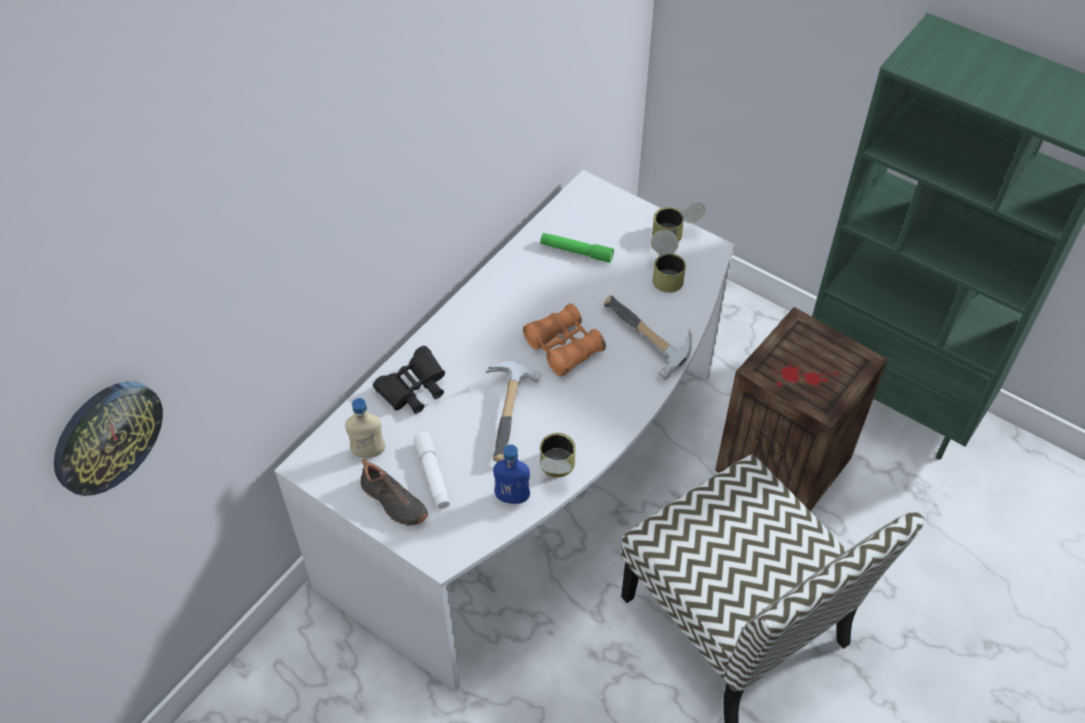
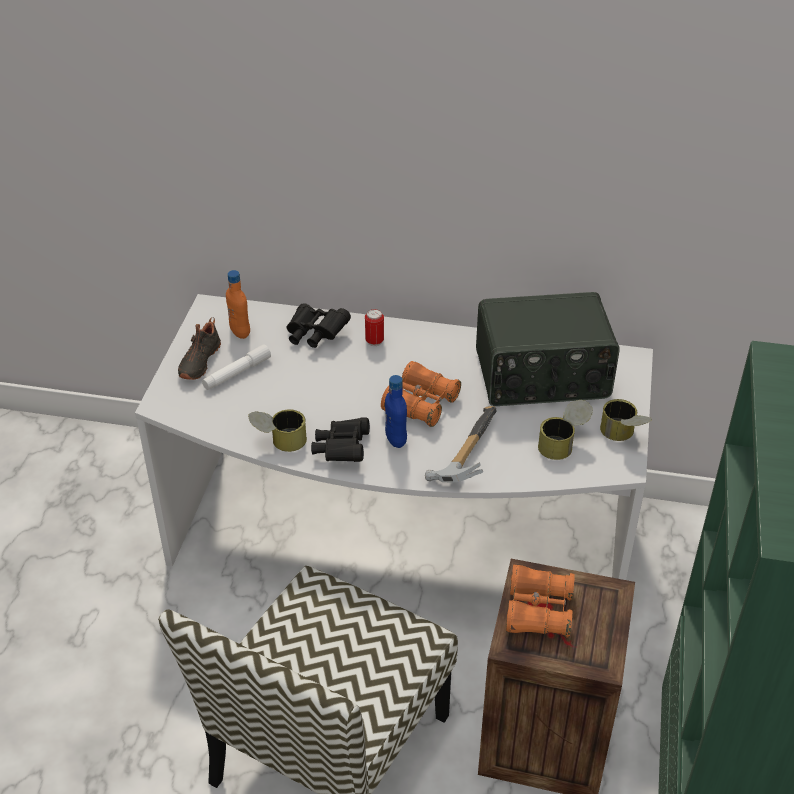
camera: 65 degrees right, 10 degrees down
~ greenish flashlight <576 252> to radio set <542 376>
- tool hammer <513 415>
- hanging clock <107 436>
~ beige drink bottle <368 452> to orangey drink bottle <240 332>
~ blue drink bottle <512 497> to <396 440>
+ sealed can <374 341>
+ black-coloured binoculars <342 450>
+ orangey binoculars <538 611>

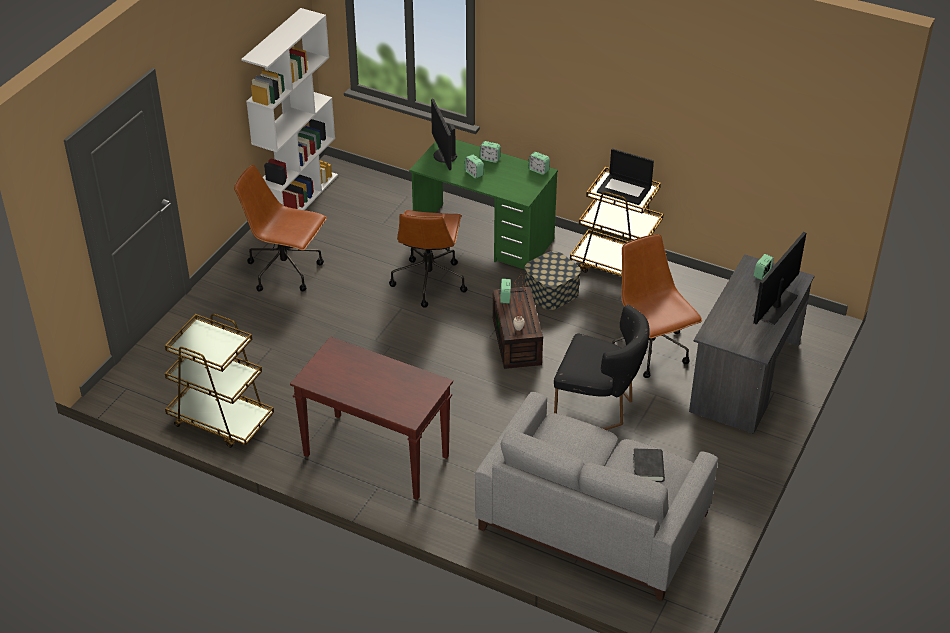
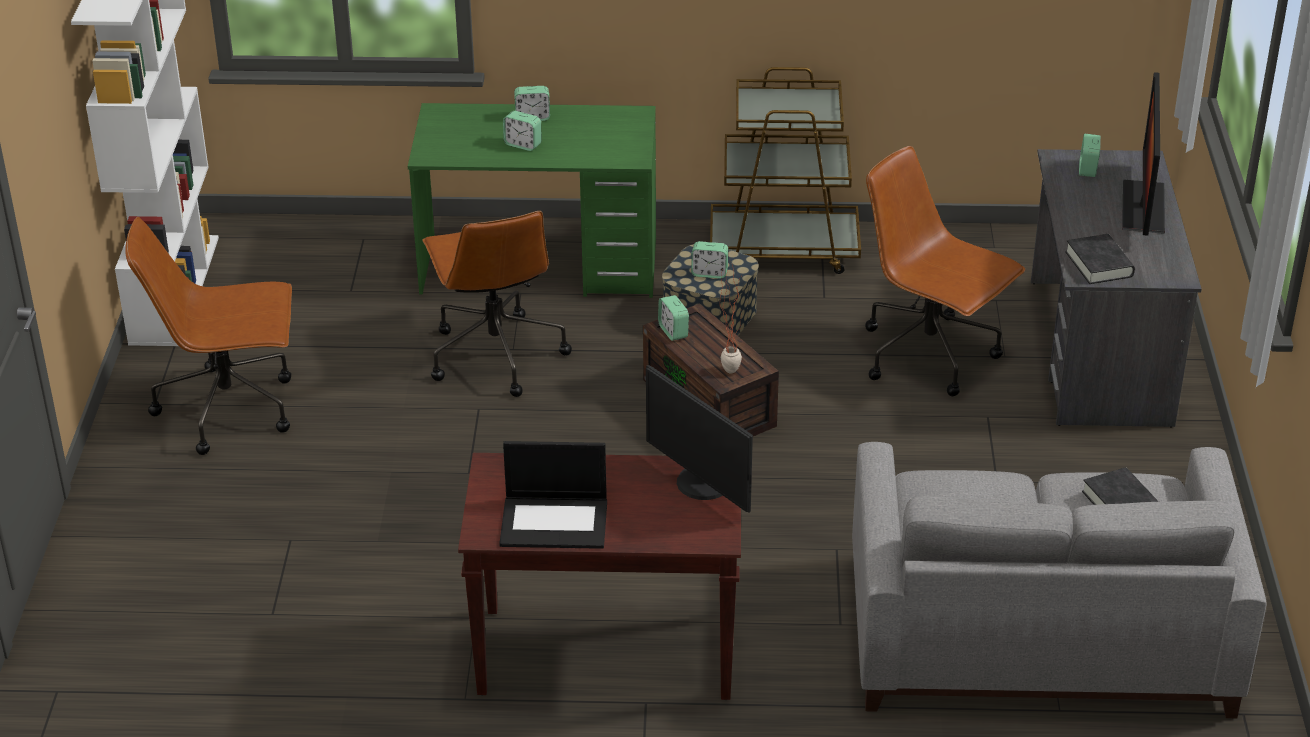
camera: 25 degrees left, 5 degrees down
~ computer screen <444 156> to <701 484>
~ notebook computer <625 189> to <555 522>
~ table clock <538 170> to <709 273>
- black-coloured plain chair <599 406>
- brown-coloured wheeled cart <220 420>
+ black-coloured bound book <1099 264>

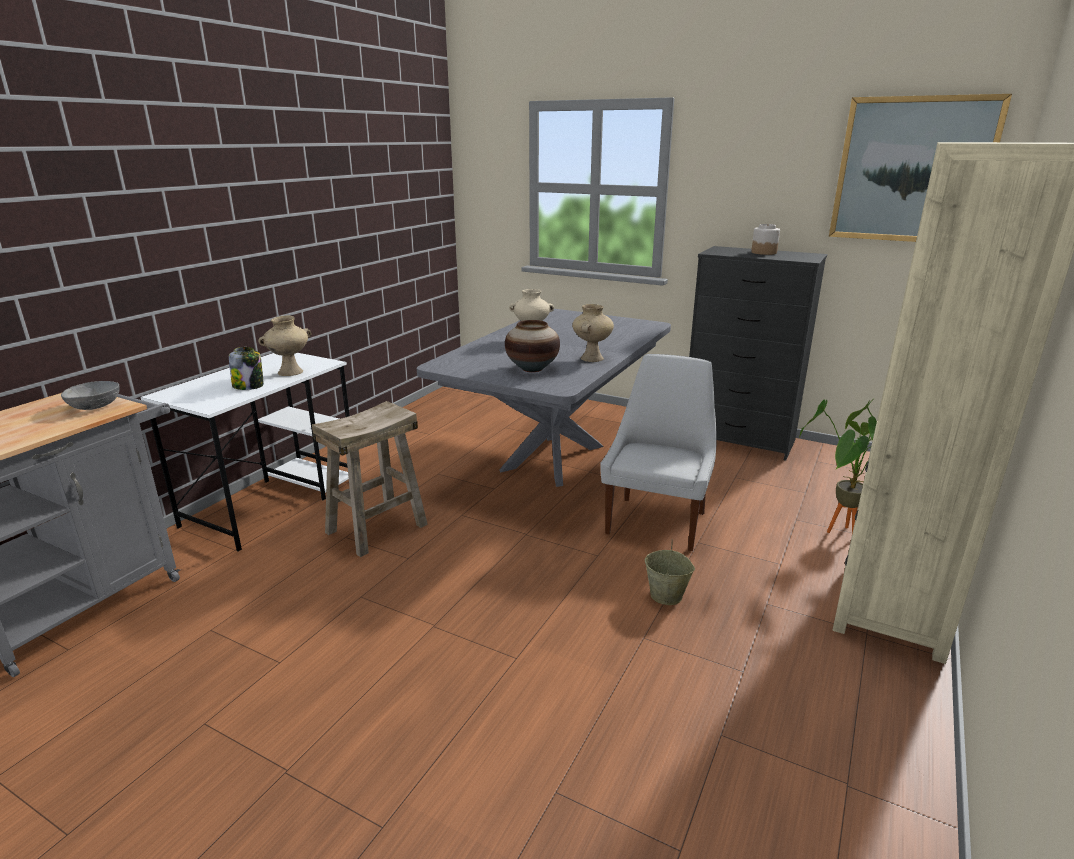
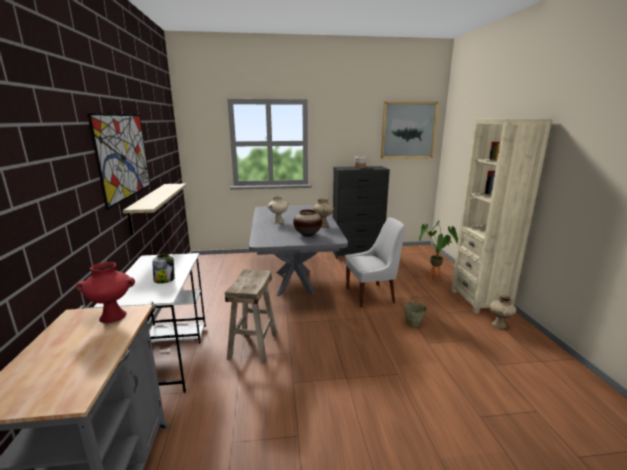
camera: 35 degrees left, 5 degrees down
~ beige flower vase <290 372> to <499 325>
~ white plain chair <657 521> = <372 295> 90 degrees clockwise
~ gray deep dish <96 406> to red-coloured flower vase <113 316>
+ wall picture <124 156>
+ shelf <148 206>

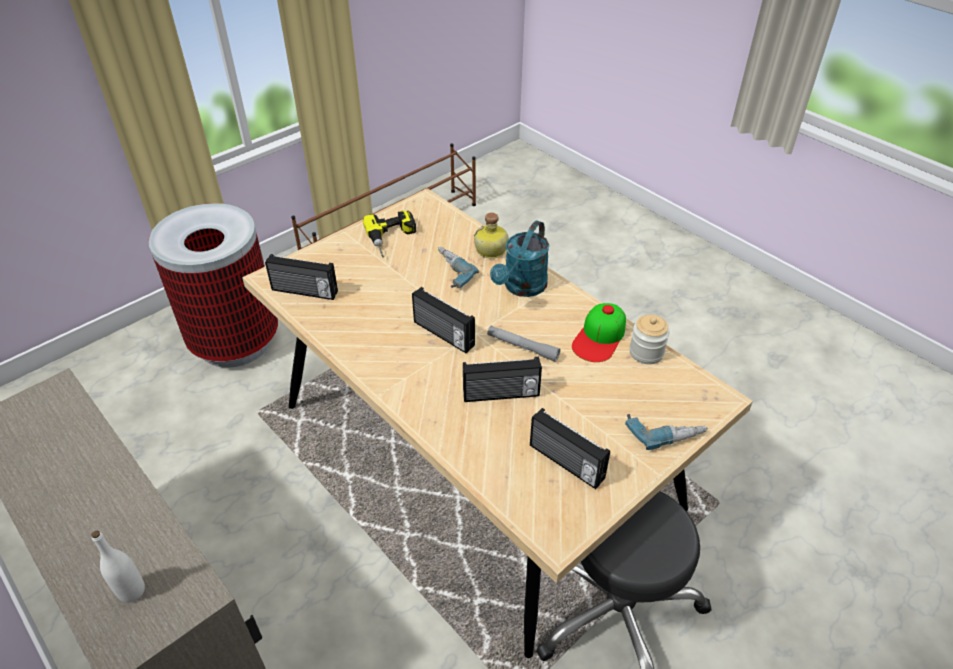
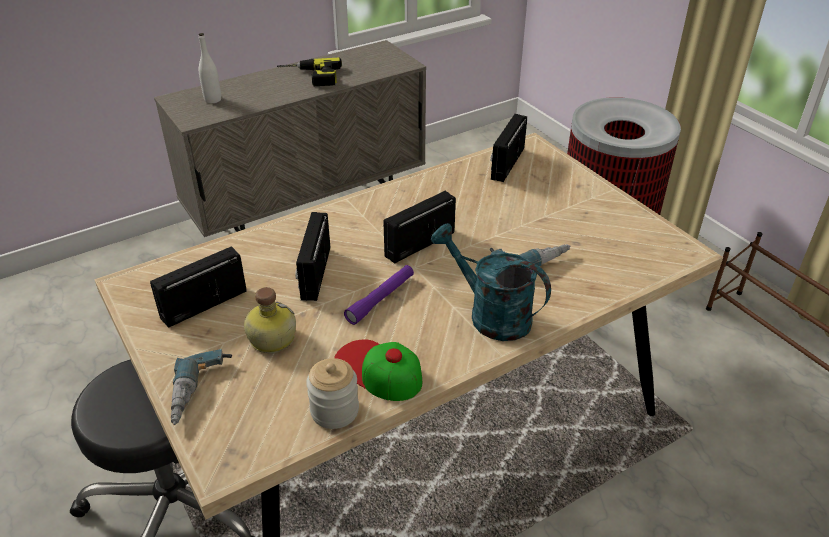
camera: 100 degrees right, 5 degrees down
~ drill <393 239> to <310 77>
~ drink bottle <491 250> to <270 338>
~ gray flashlight <522 347> to purple flashlight <380 299>

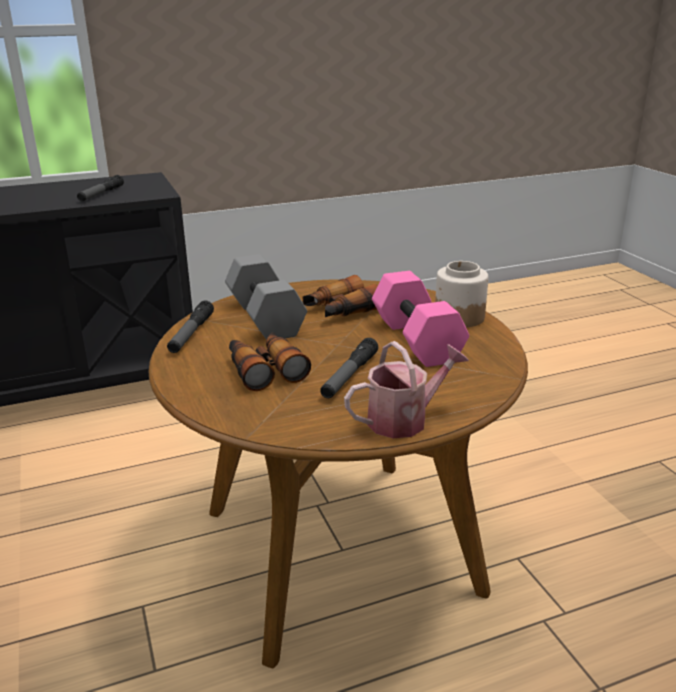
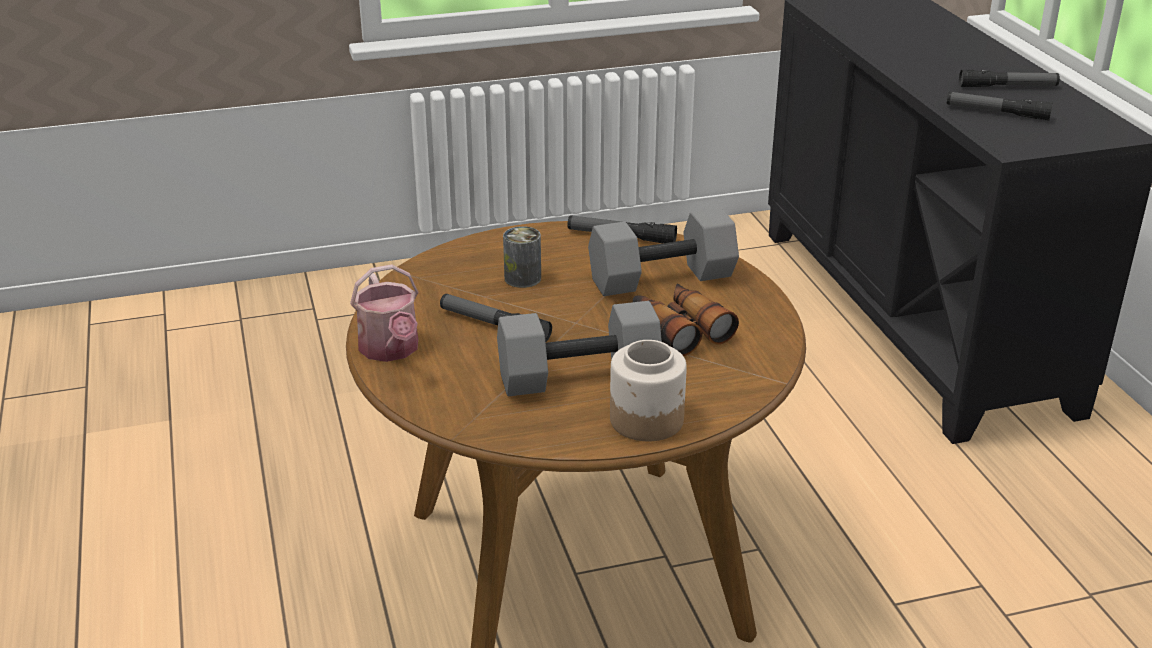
camera: 95 degrees right, 5 degrees up
~ pink dumbbell <418 340> to gray dumbbell <578 378>
~ binoculars <265 369> to sealed can <522 278>
+ flashlight <1008 86>

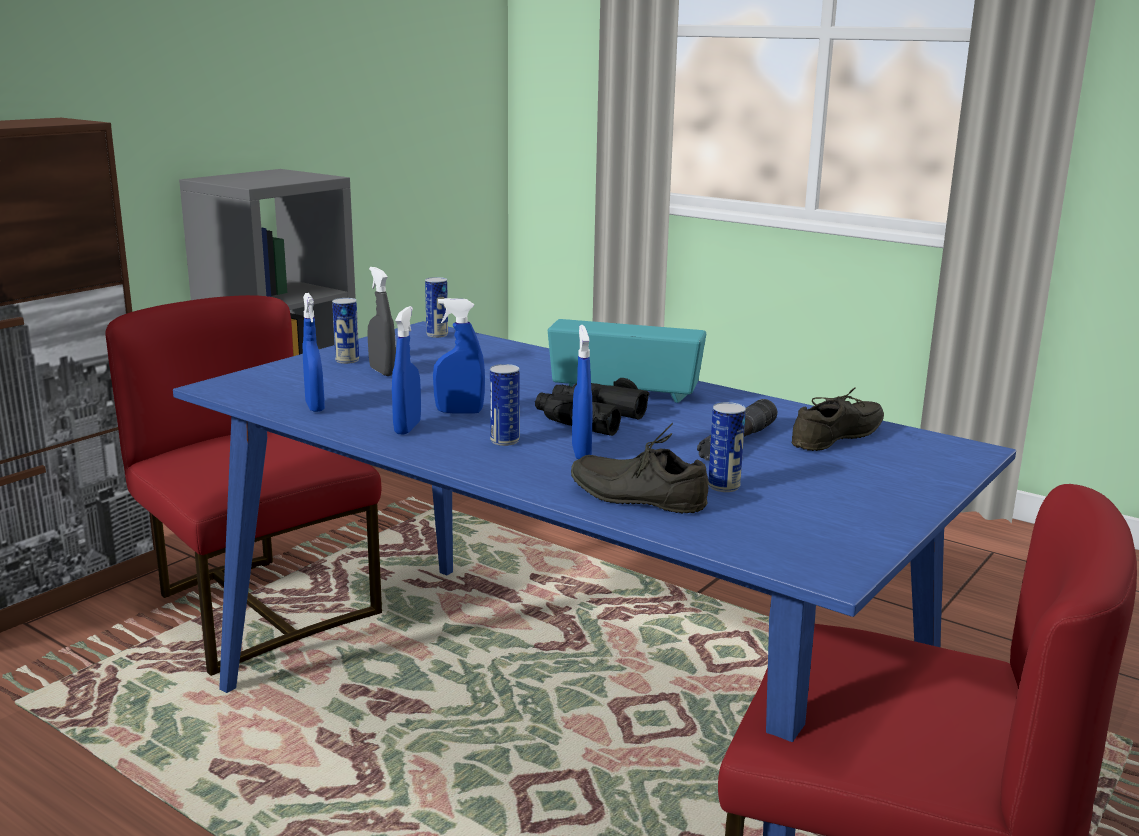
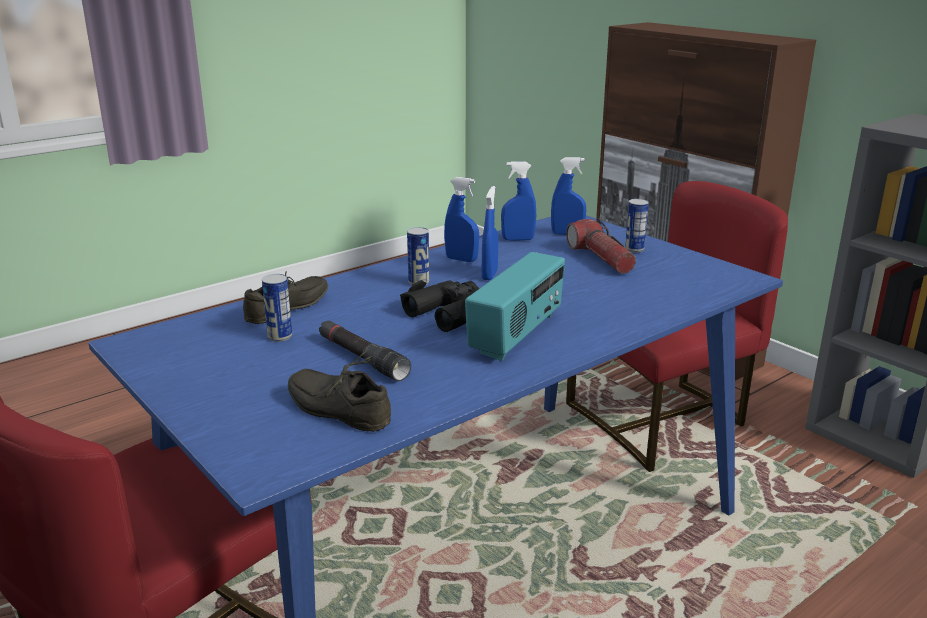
camera: 105 degrees right, 5 degrees up
~ gray sprayer <382 371> to flashlight <600 258>
- sealed can <437 335>
~ blue sprayer <581 453> to <567 234>
~ gray shoe <840 438> = <341 408> 150 degrees clockwise

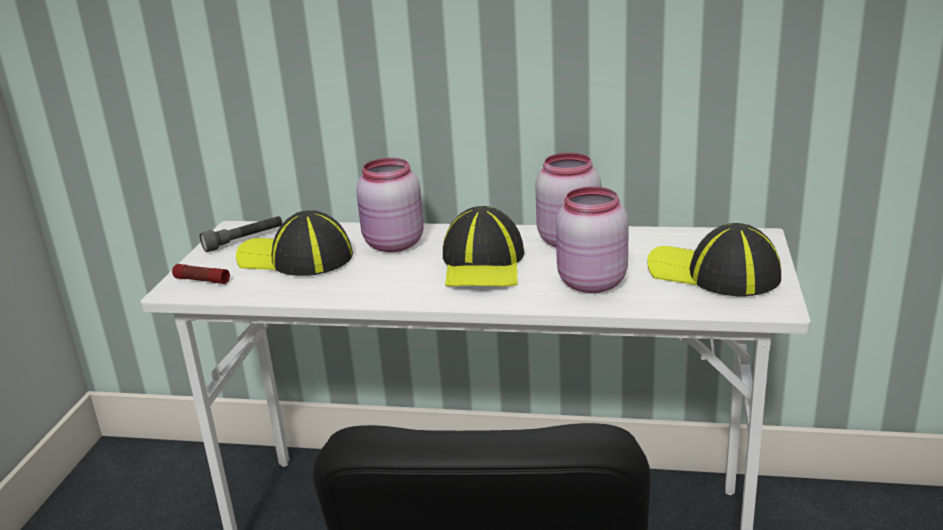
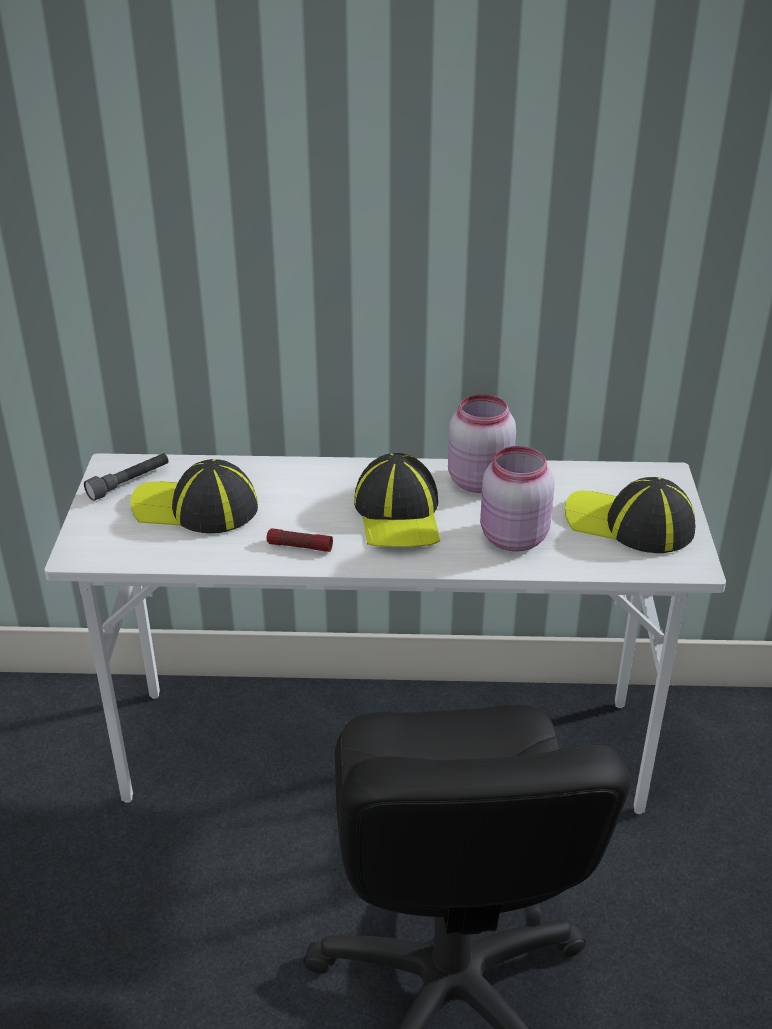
camera: 10 degrees left, 10 degrees up
- pink storage jar <392 244>
~ flashlight <201 281> to <299 546>

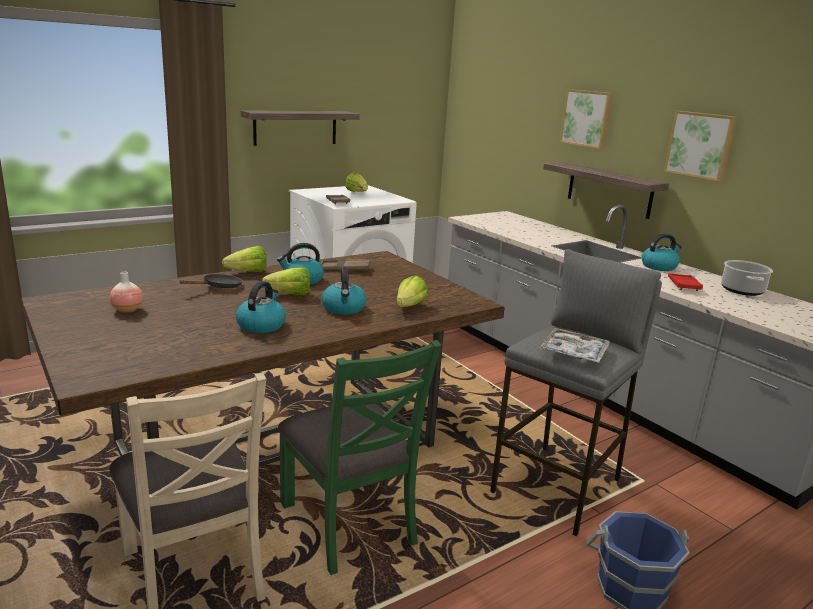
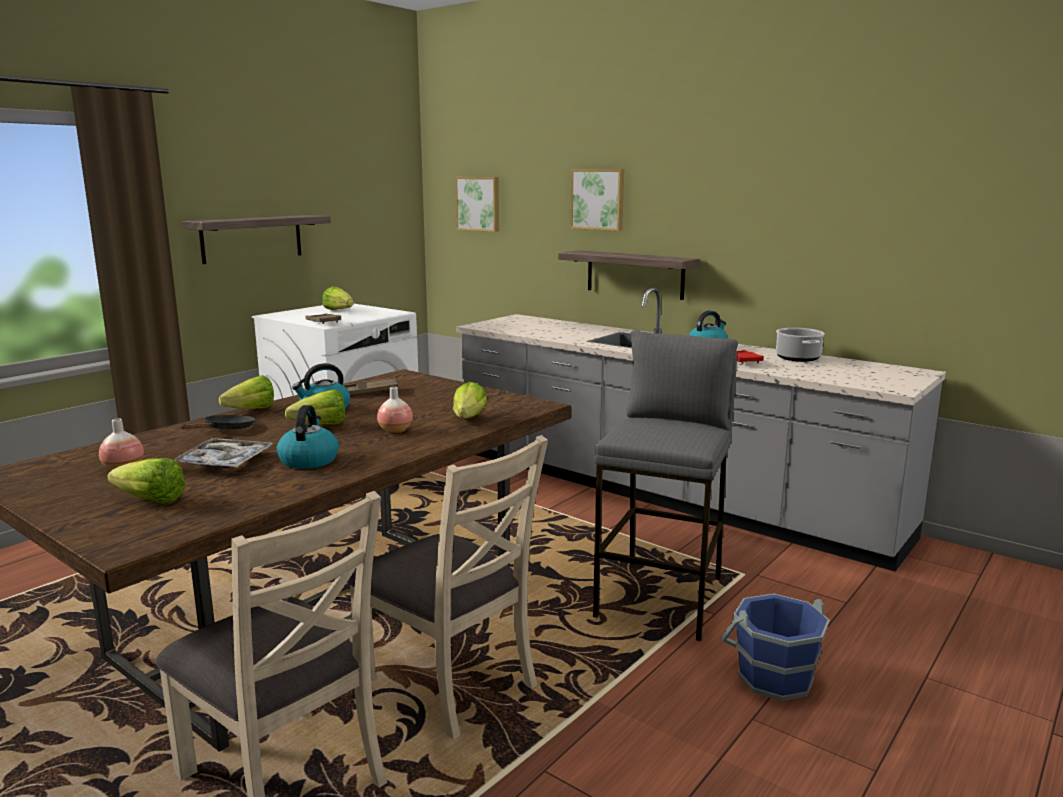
camera: 15 degrees left, 5 degrees down
~ wall picture <700 145> to <479 203>
~ tea kettle <344 309> to flower vase <395 431>
~ carrying tray <574 352> to <225 462>
~ greenish plain chair <349 524> to beige plain chair <450 683>
+ head of lettuce <146 500>

